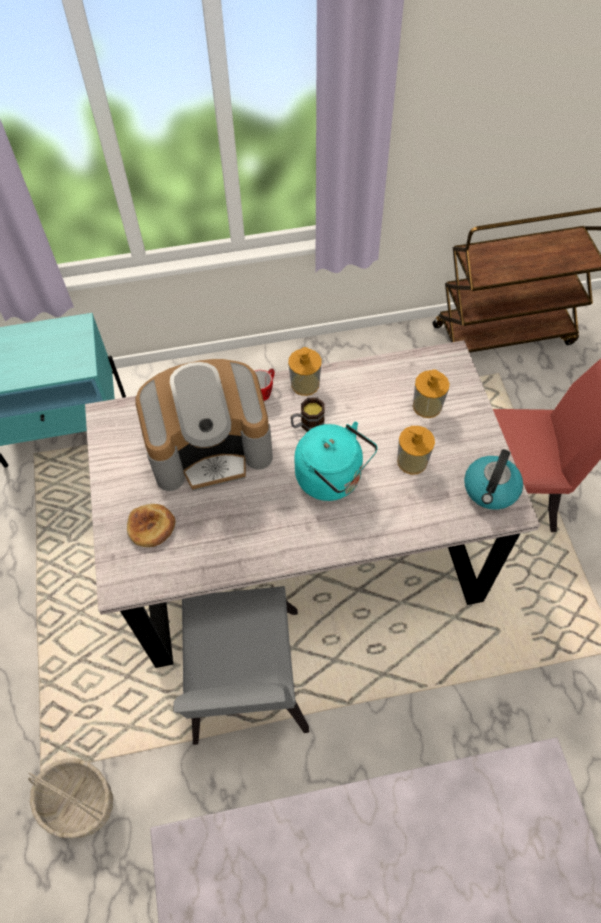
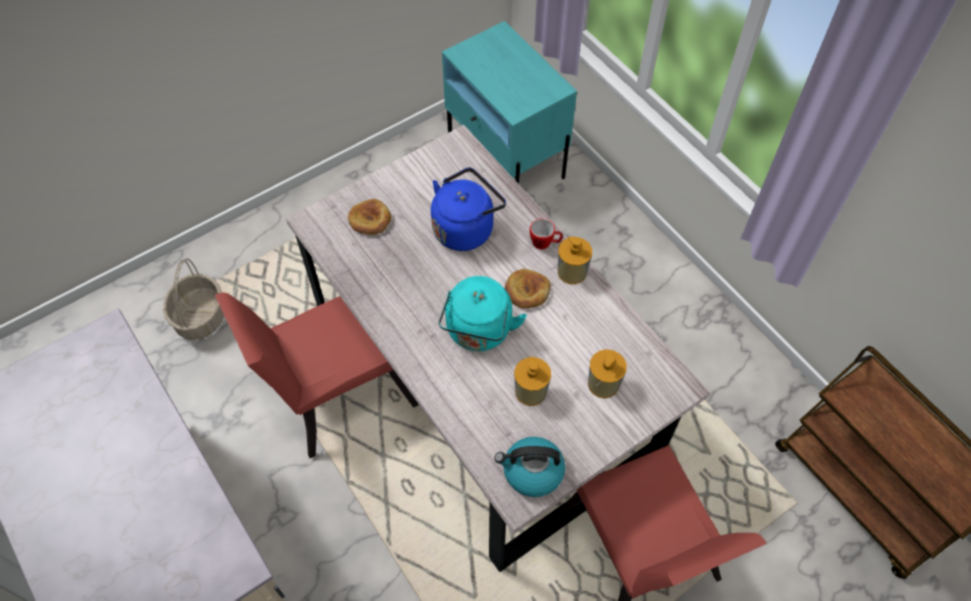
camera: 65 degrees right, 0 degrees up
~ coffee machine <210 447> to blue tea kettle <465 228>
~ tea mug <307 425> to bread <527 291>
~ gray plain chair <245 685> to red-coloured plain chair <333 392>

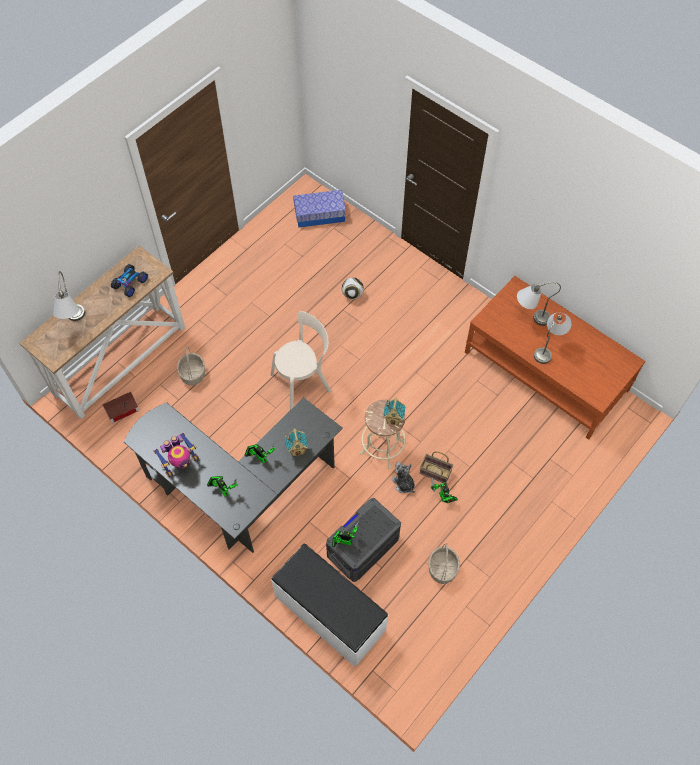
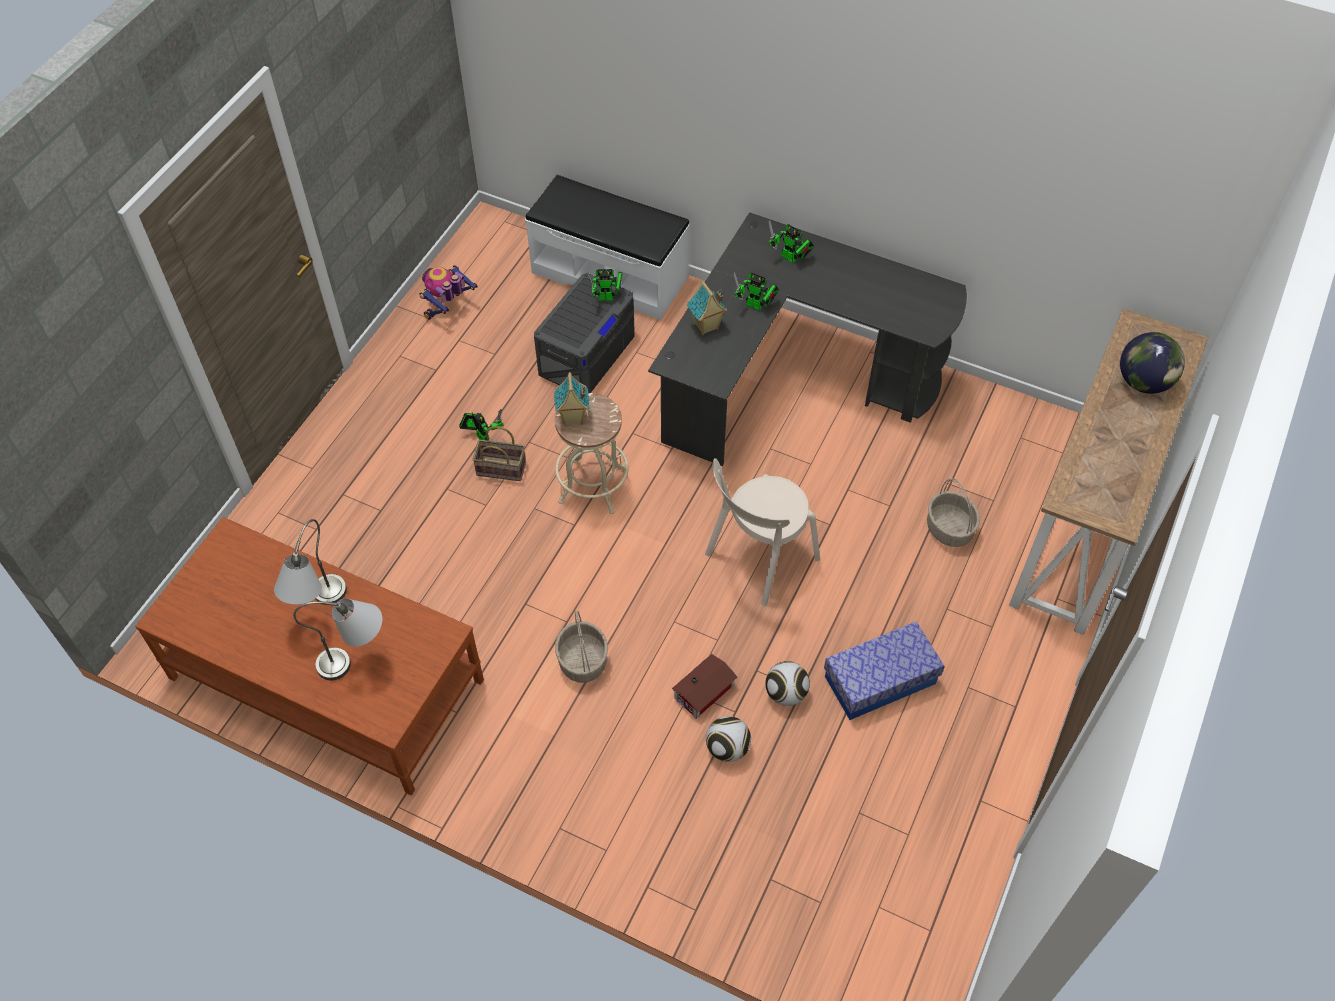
camera: 165 degrees right, 5 degrees down
~ storage container <320 214> to <880 680>
- miniature car <130 283>
~ gray table lamp <75 324> to world globe <1144 382>
~ miniature house <121 410> to <706 691>
~ toy robot <180 462> to <448 308>
- cuddly toy <403 483>
~ household basket <442 568> to <583 661>
+ football <786 693>

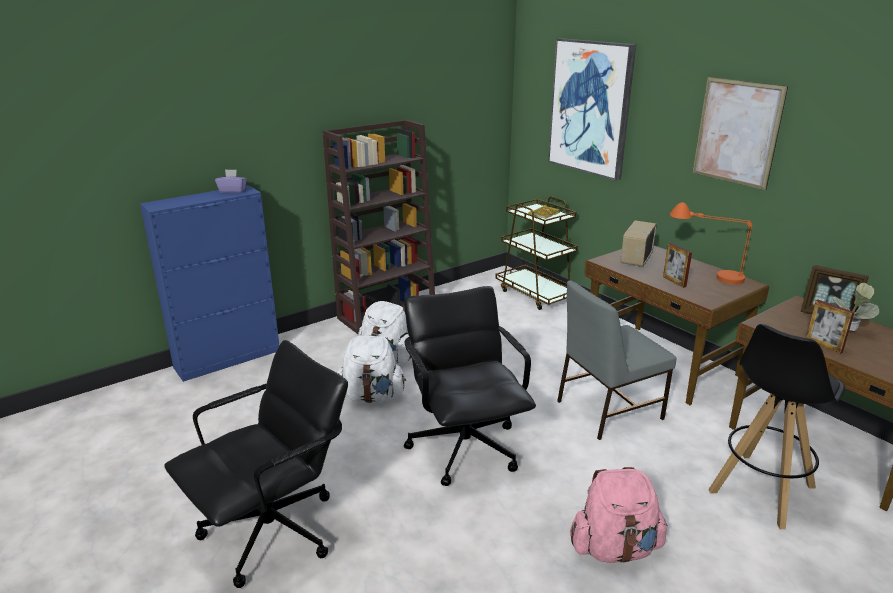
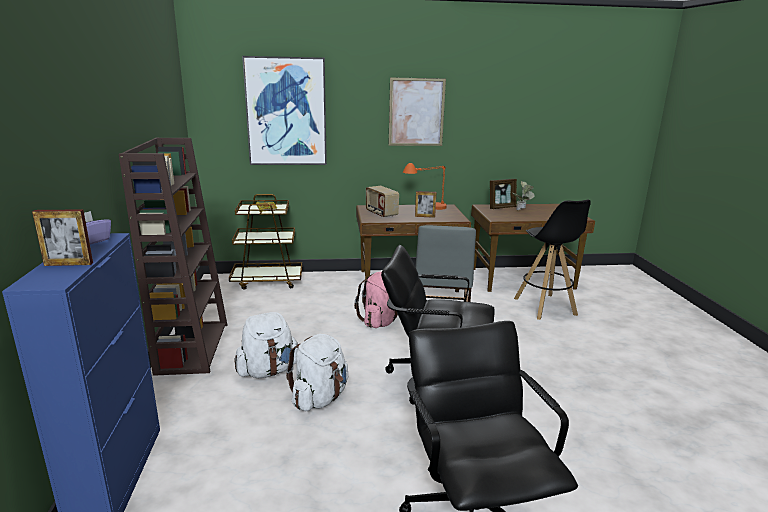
camera: 60 degrees left, 5 degrees down
~ picture frame <823 346> to <68 264>
~ pink rucksack <615 548> to <380 321>

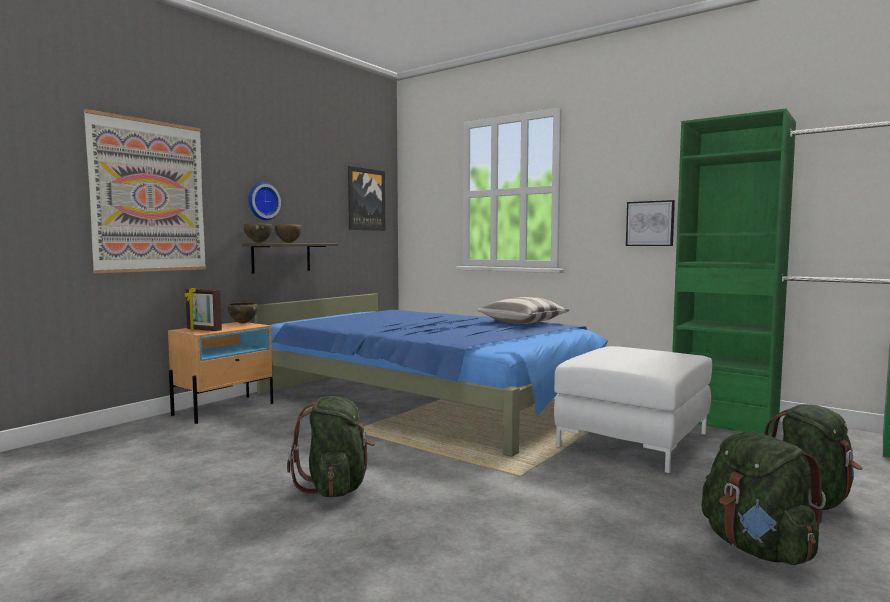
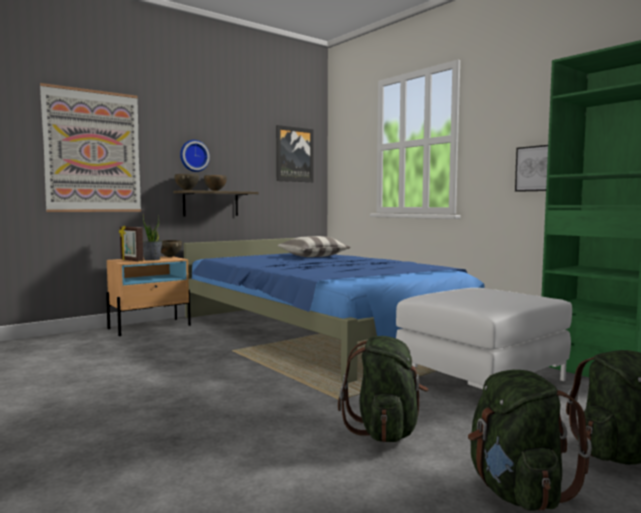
camera: 15 degrees right, 0 degrees up
~ pillow <522 322> to <313 256>
~ greenish rucksack <335 487> to <385 431>
+ potted plant <152 259>

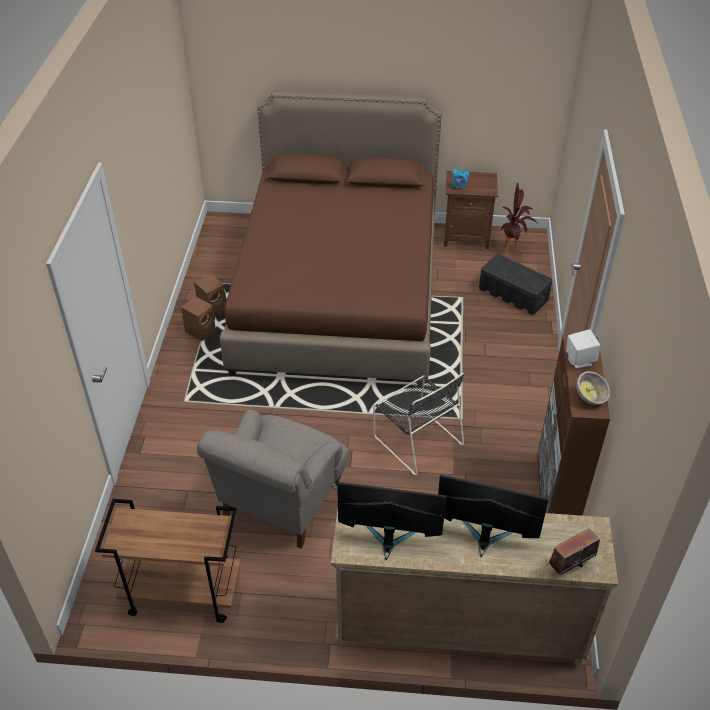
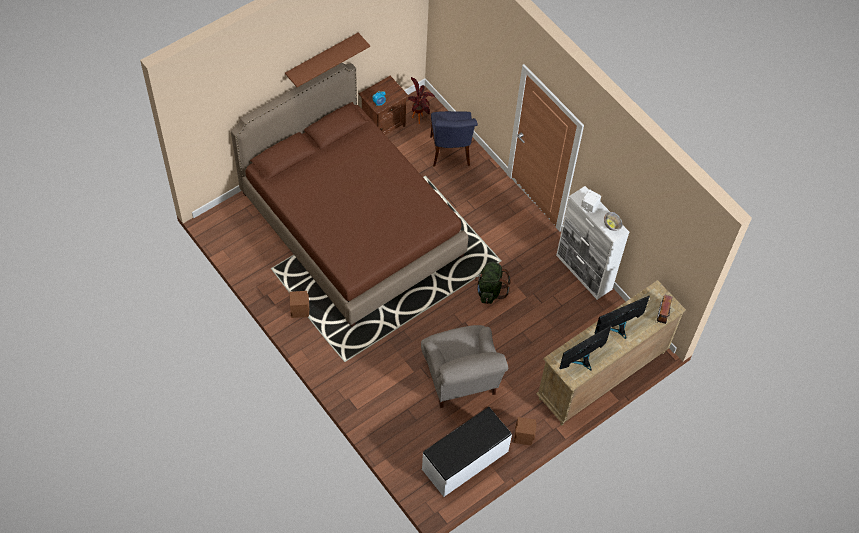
camera: 45 degrees left, 15 degrees up
~ black-coloured storage container <513 294> to blue plain chair <450 153>
~ brown-coloured loudspeaker <213 308> to <523 436>
~ brown-coloured cupboard <555 495> to white cupboard <584 272>
~ black-coloured plain chair <416 439> to greenish rucksack <490 290>
~ brown-coloured wheeled cart <181 594> to white indoor bench <465 461>
+ brown-coloured shelf <322 58>

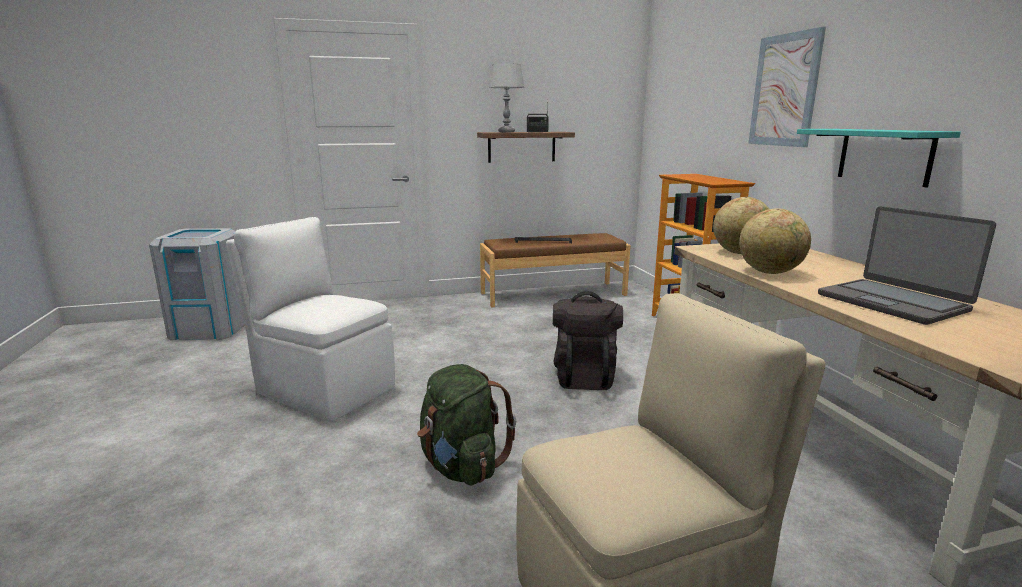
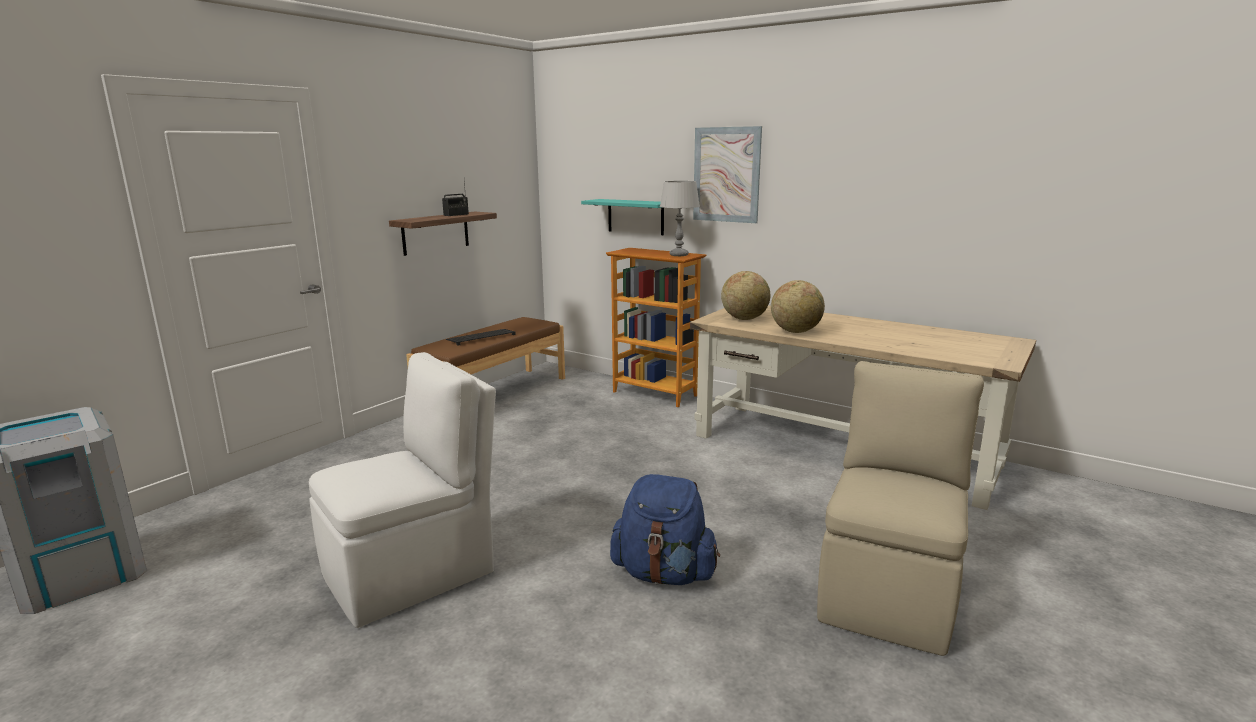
camera: 40 degrees left, 0 degrees up
~ gray table lamp <506 132> to <679 255>
~ blue-green shelf <884 156> to <635 216>
- notebook computer <892 302>
~ white plain chair <324 389> = <413 572> 150 degrees clockwise
- black-coloured rucksack <584 376>
~ greenish rucksack <461 466> to blue rucksack <664 574>

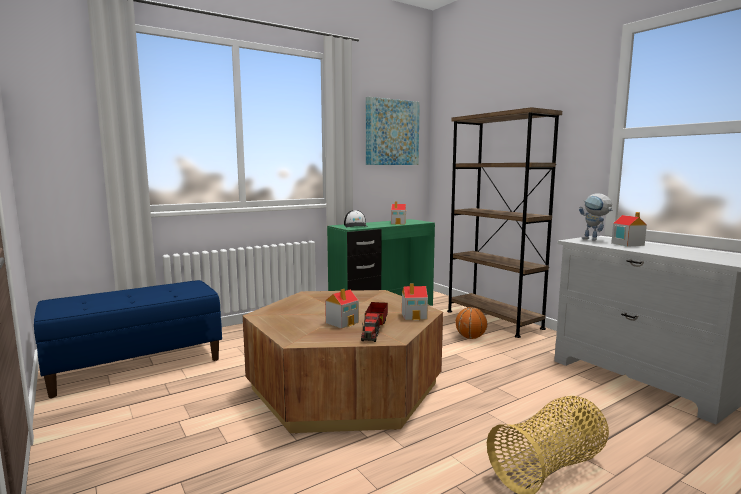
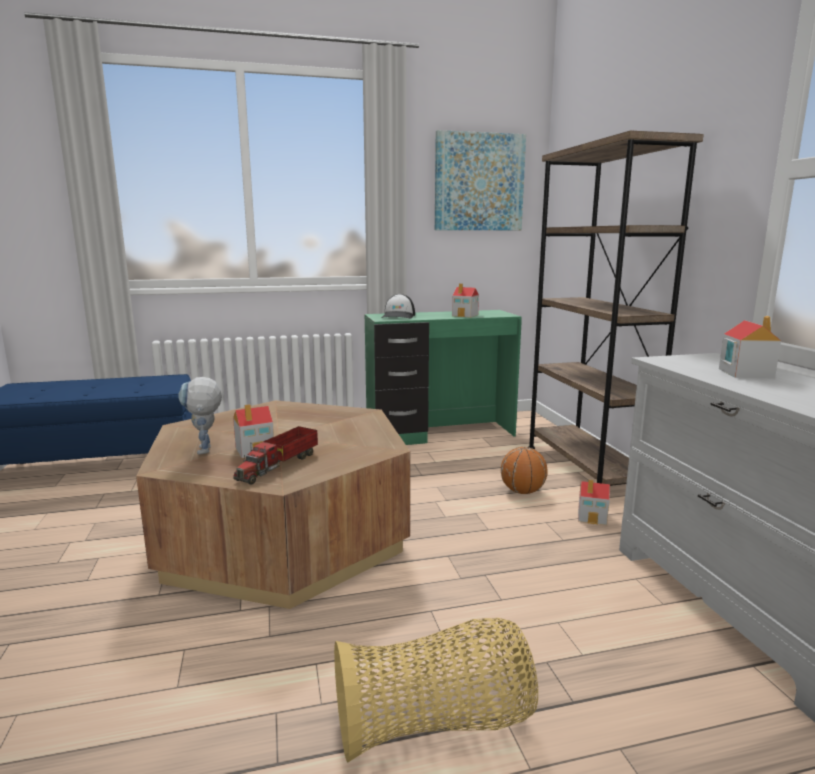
camera: 20 degrees right, 5 degrees up
~ toy robot <594 239> to <206 452>
~ miniature house <414 316> to <592 517>

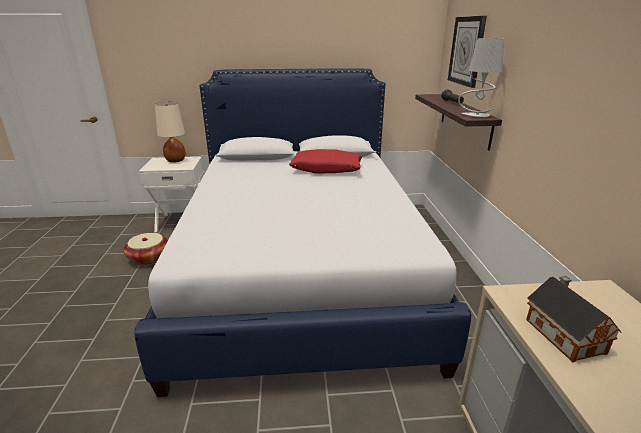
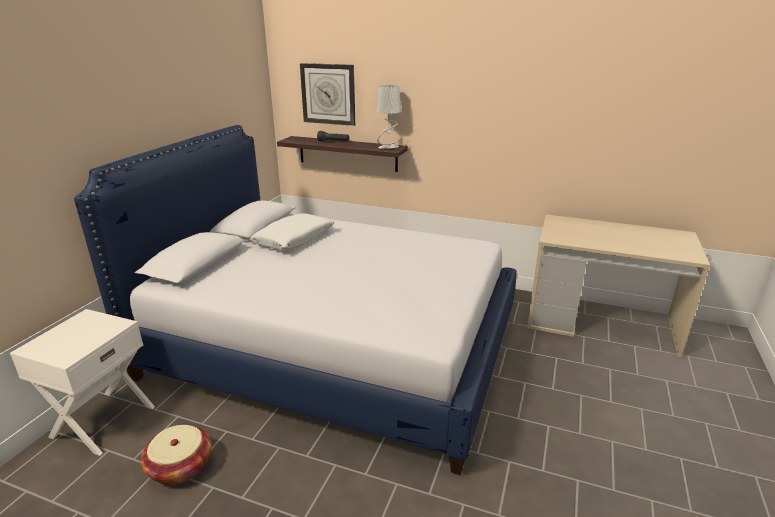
camera: 65 degrees left, 0 degrees up
- beige table lamp <175 160>
~ red-coloured pillow <326 169> to white pillow <294 239>
- miniature house <562 333>

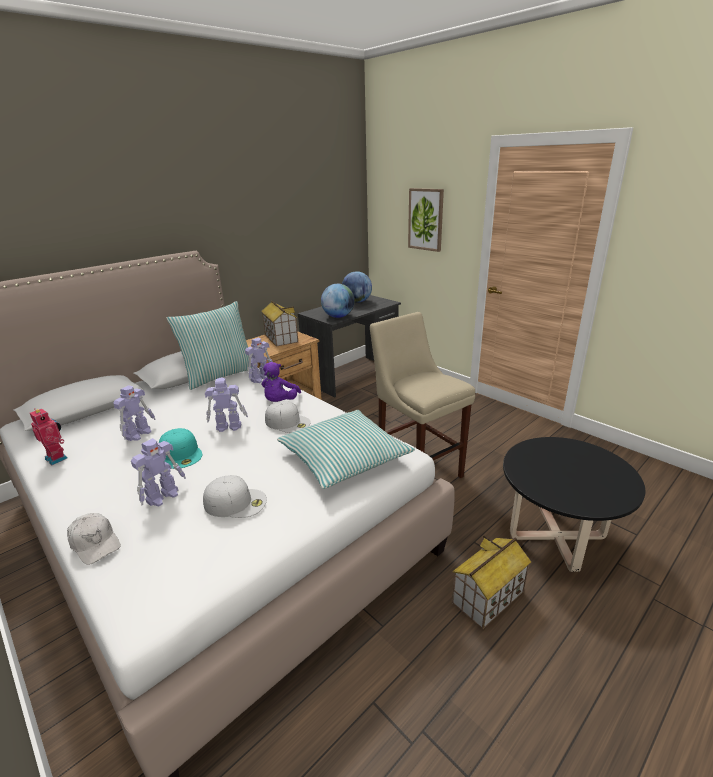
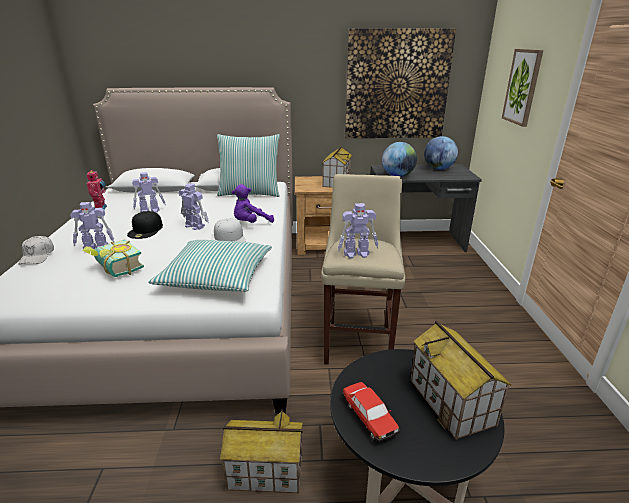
camera: 40 degrees right, 0 degrees up
~ toy robot <261 378> to <357 254>
~ blue-green cap <181 453> to black-coloured cap <146 230>
~ white cap <236 502> to bound book <115 269>
+ wall picture <397 85>
+ miniature house <452 402>
+ miniature car <369 417>

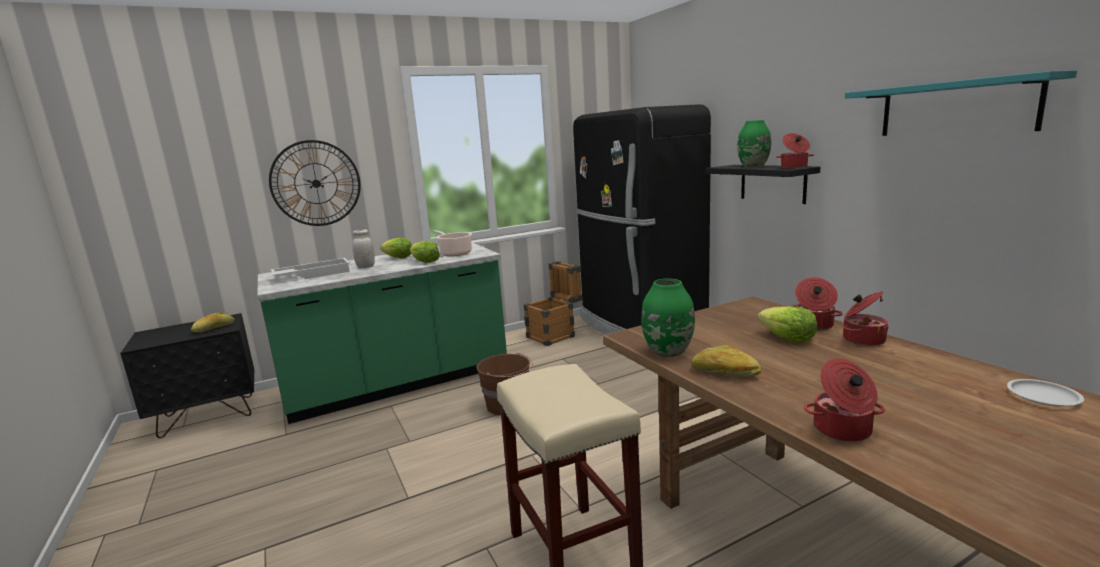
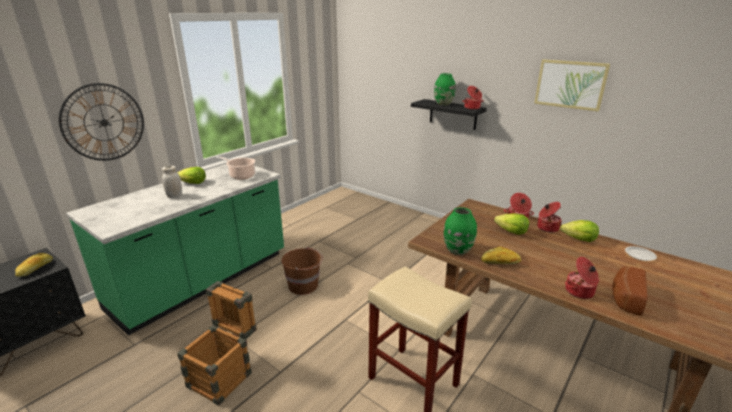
camera: 25 degrees left, 10 degrees up
~ blue-green shelf <956 108> to wall picture <570 84>
- black-coloured kitchen fridge <639 325>
~ head of lettuce <424 261> to <579 239>
- white carrying tray <313 274>
~ packing crate <555 335> to <225 374>
+ bread <624 298>

